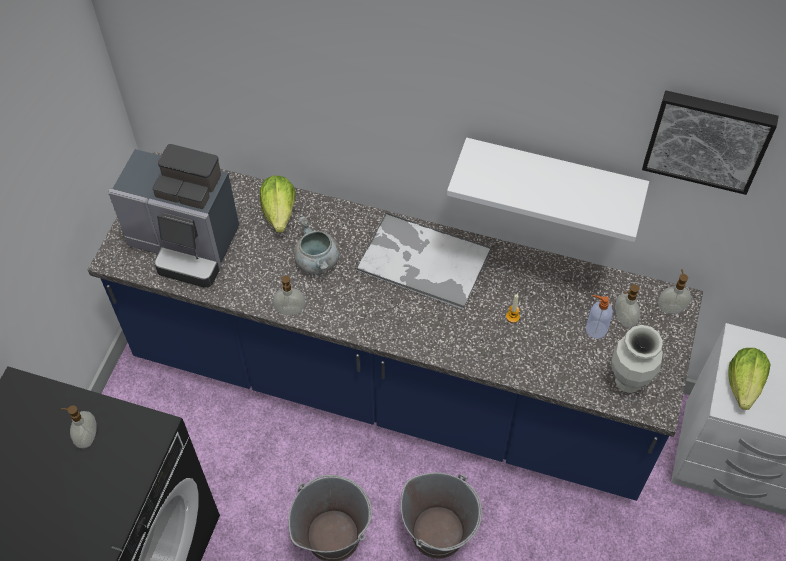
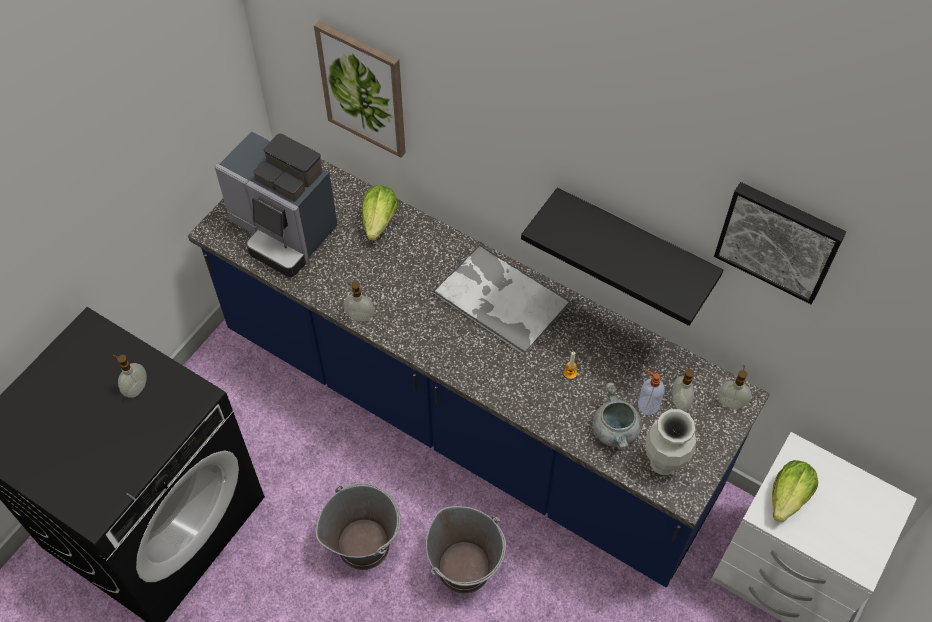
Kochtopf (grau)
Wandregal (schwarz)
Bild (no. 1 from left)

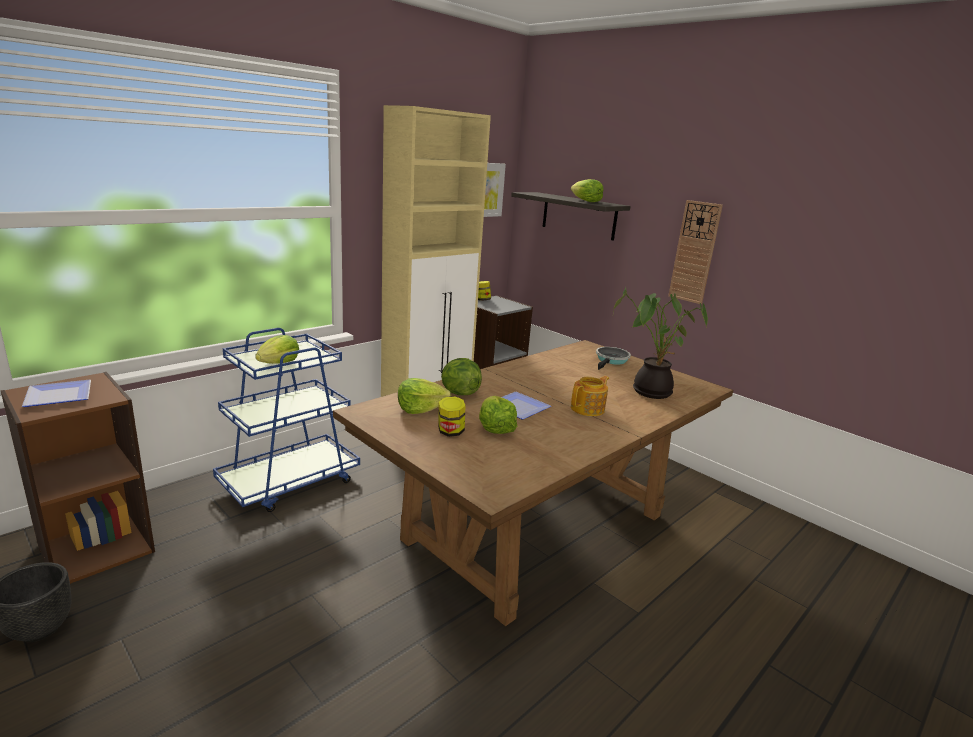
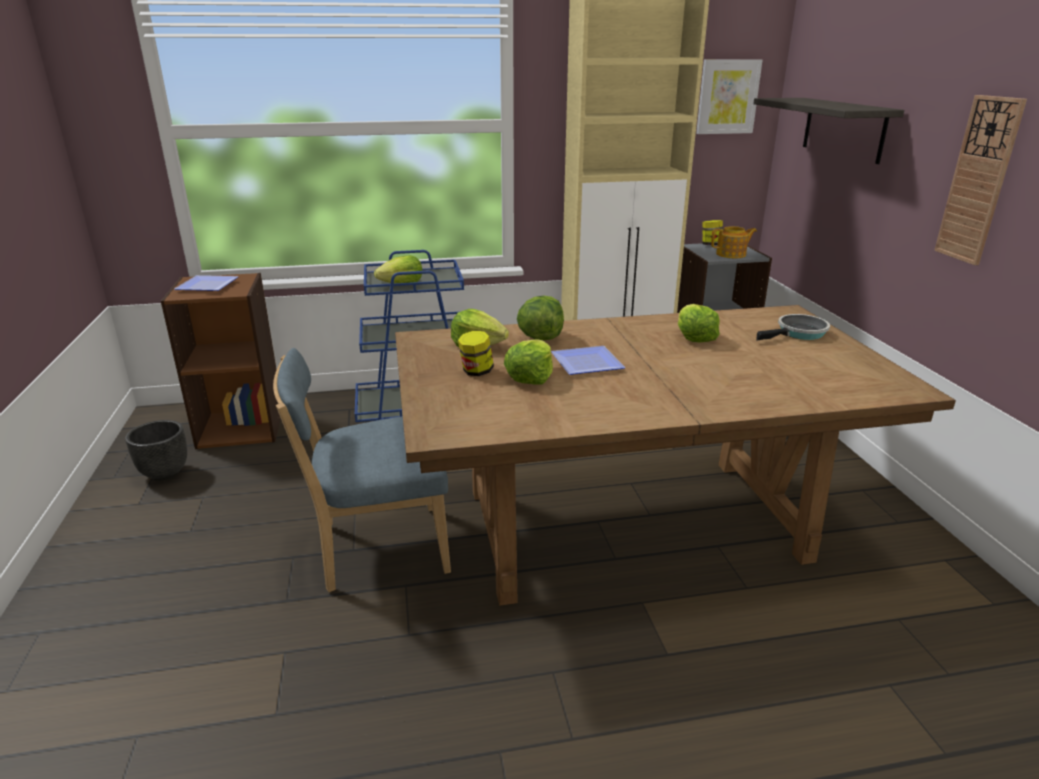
Salatkopf (no. 5 from left)
Teekanne
Topfpflanze
Stuhl (blau)

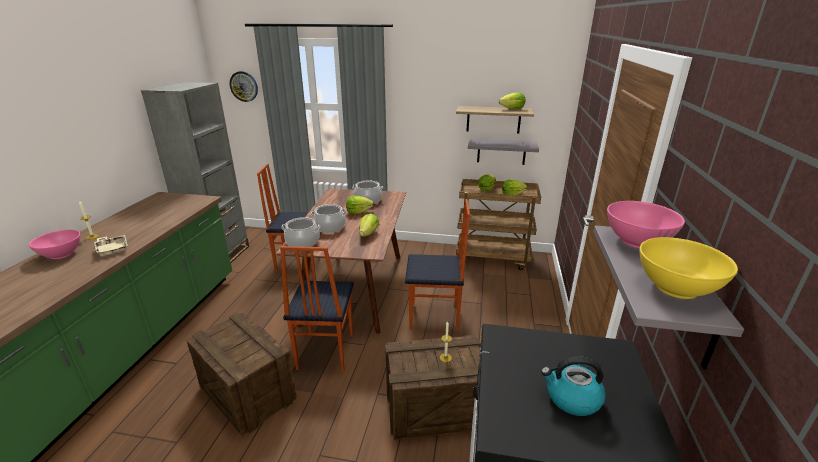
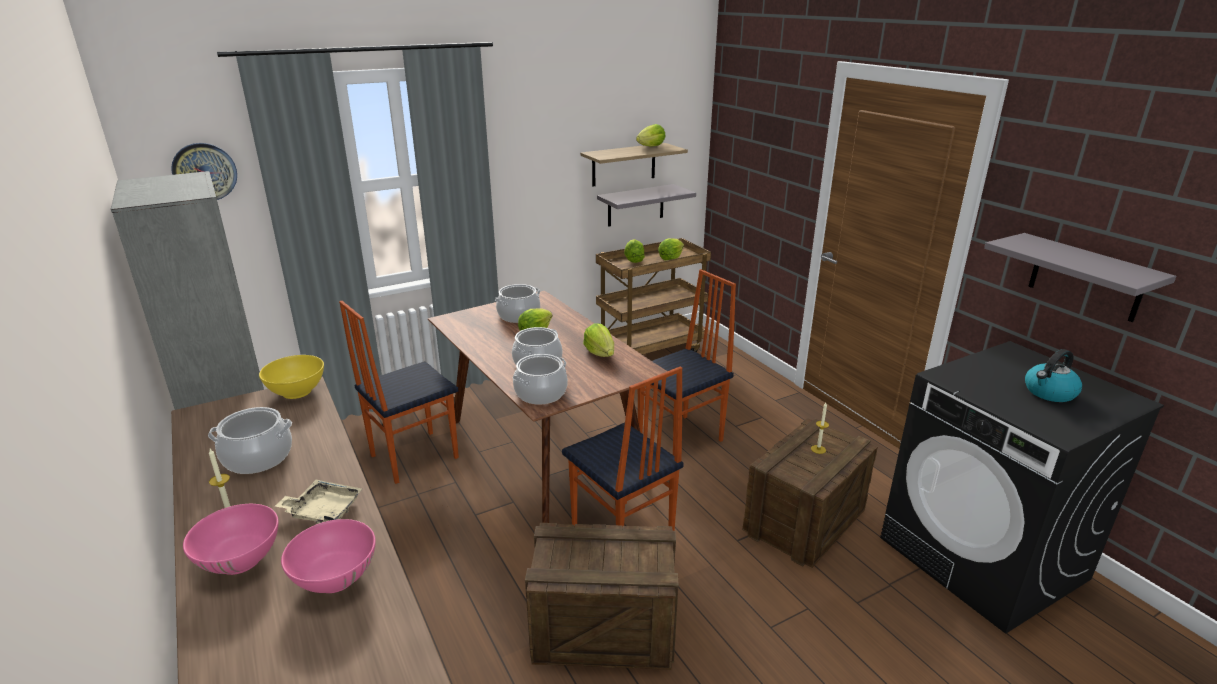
Schüssel (rosa) (no. 2 from left)
Schüssel (gelb)
Kochtopf (no. 1 from left)

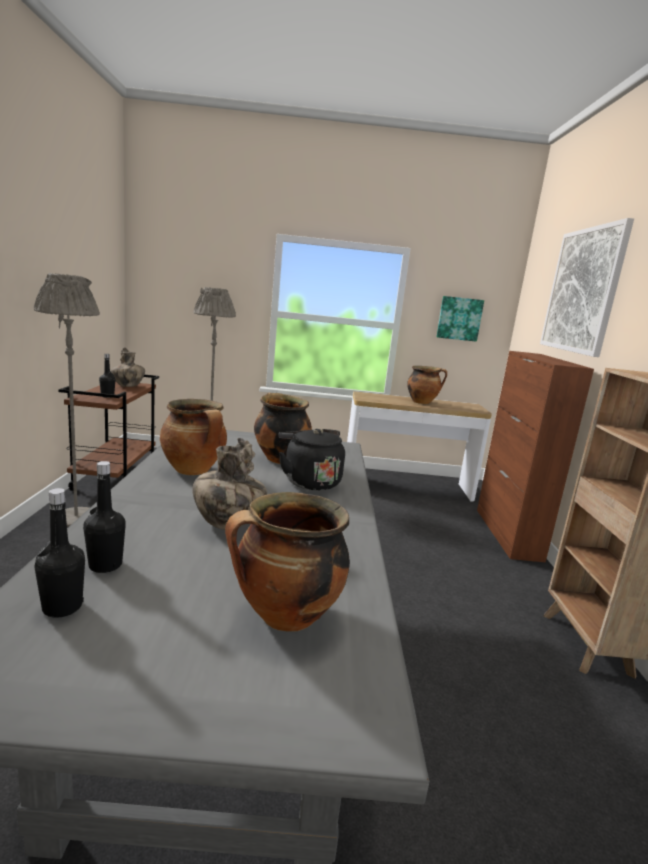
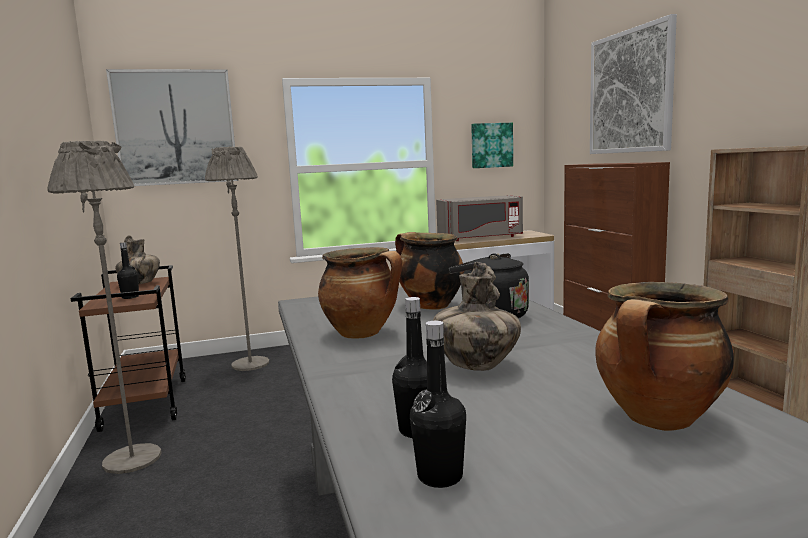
Mikrowelle (grau)
Bild (no. 1 from left)

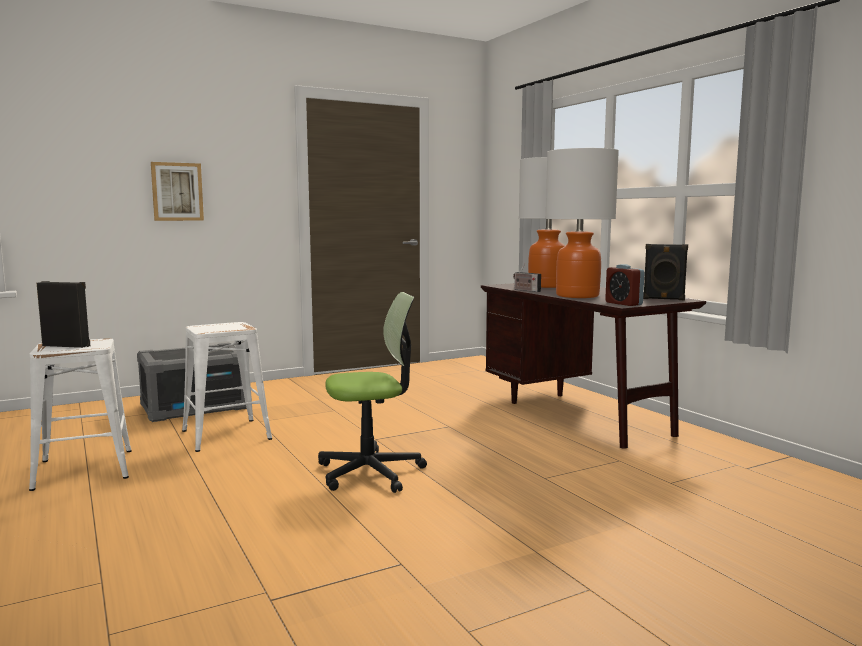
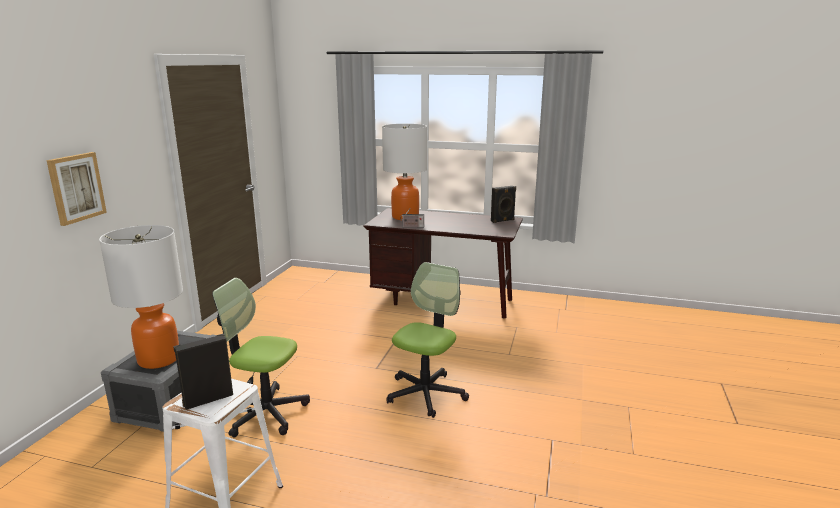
Bürostuhl (no. 1 from left)
Tischlampe (no. 1 from left)
Wecker

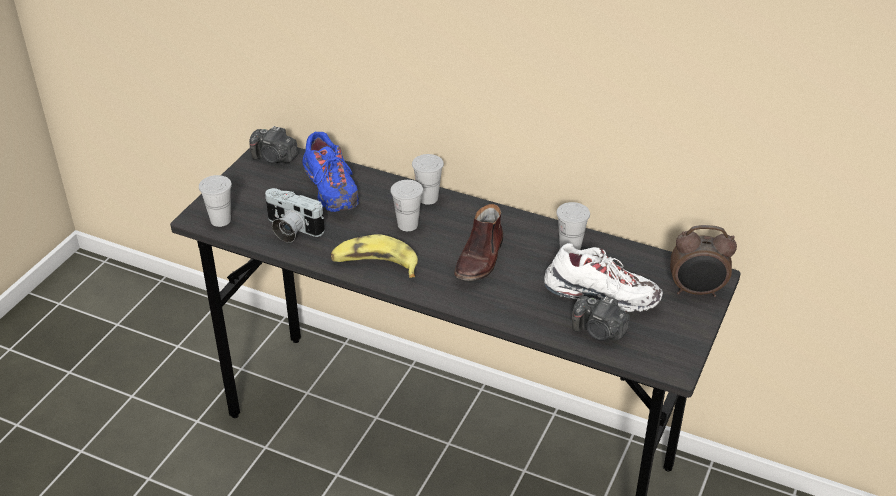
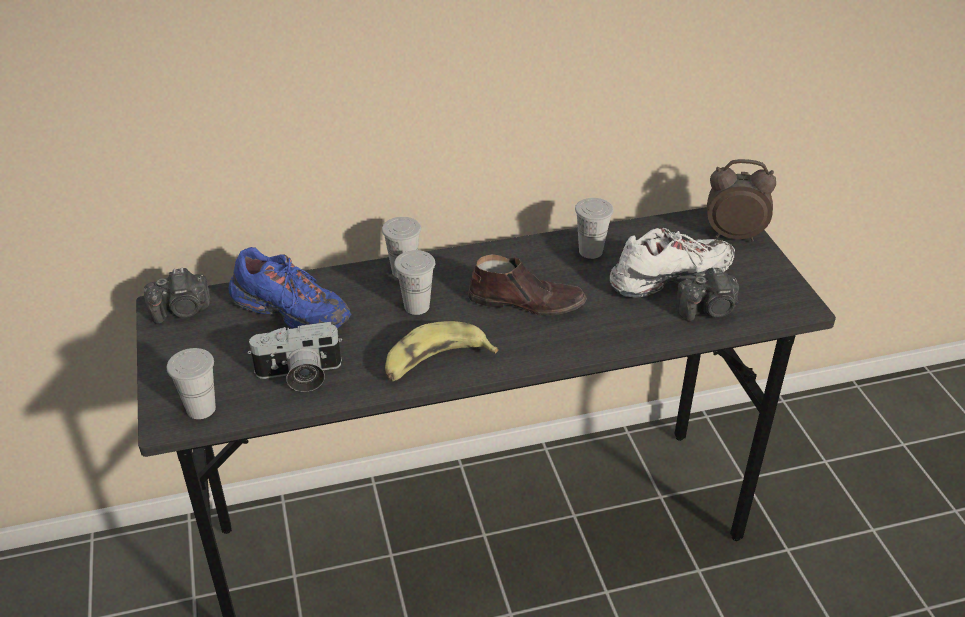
Schuh (braun)
Wecker

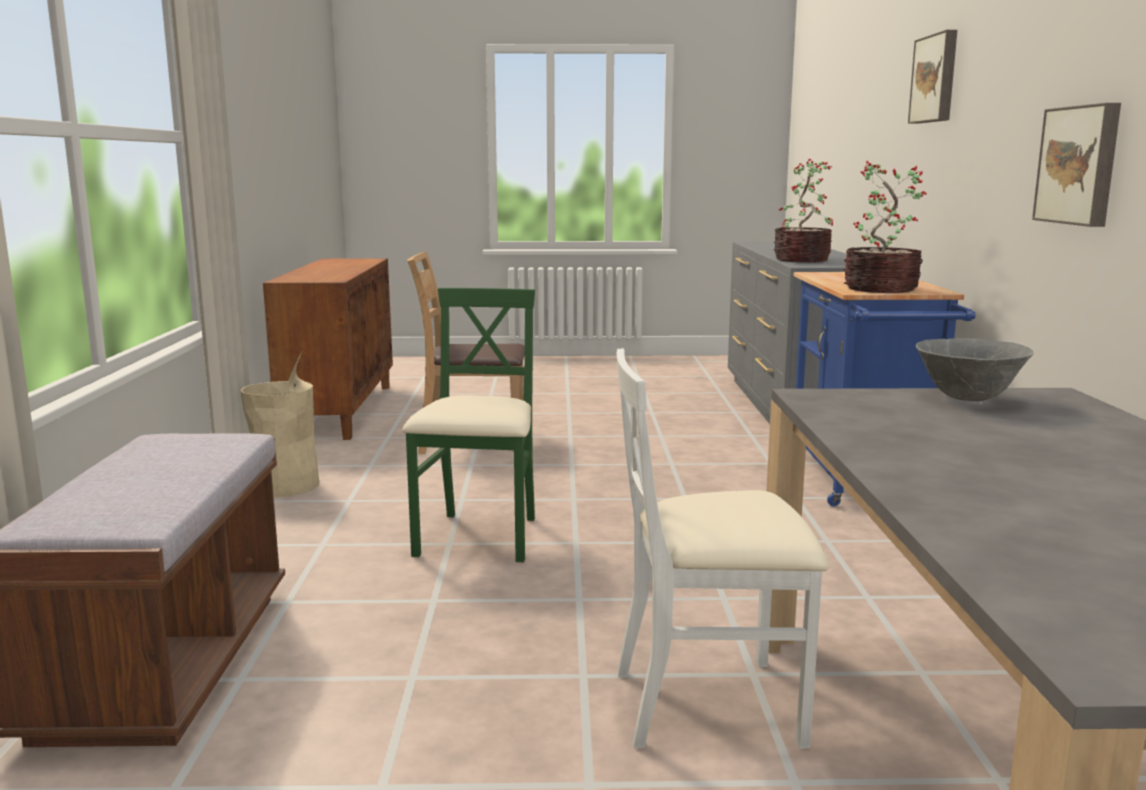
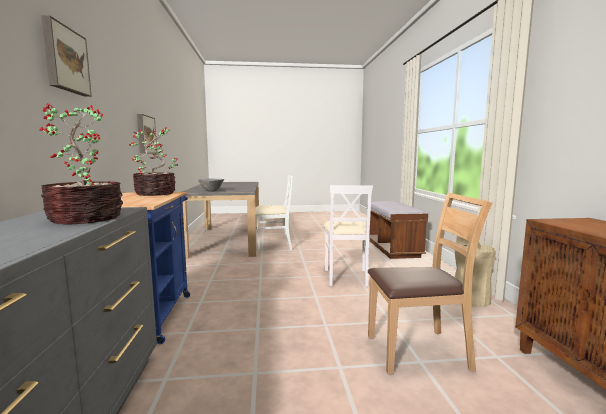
Stuhl (weiß) (no. 2 from left)

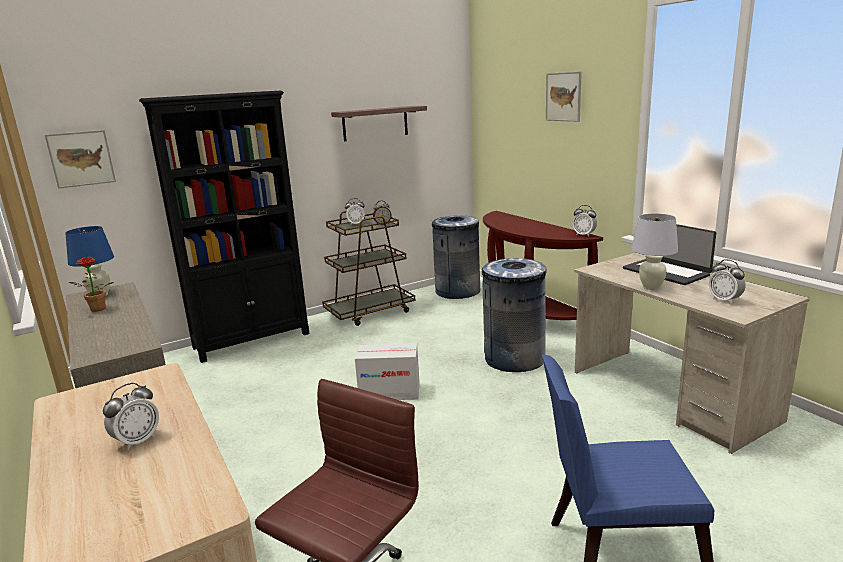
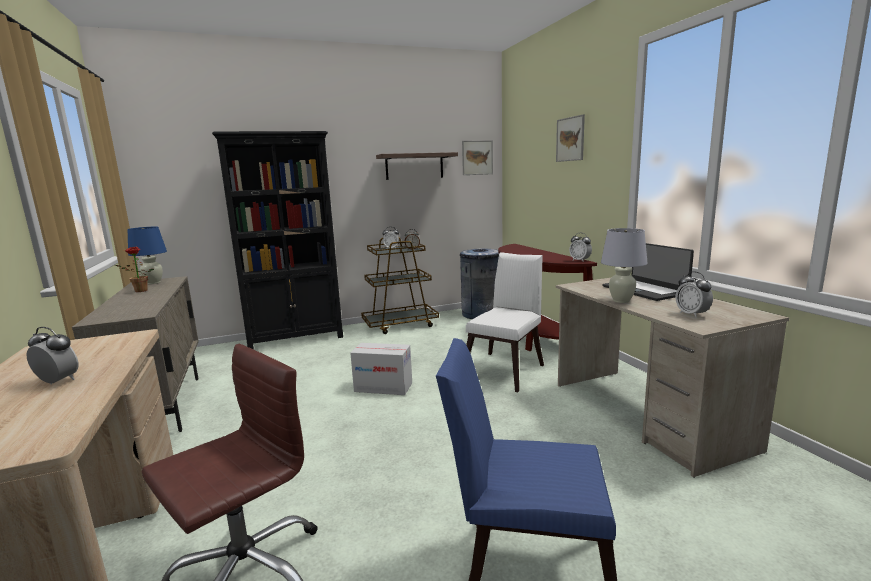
Bild (no. 1 from left)
Wecker (no. 1 from left)
Stuhl (weiß)

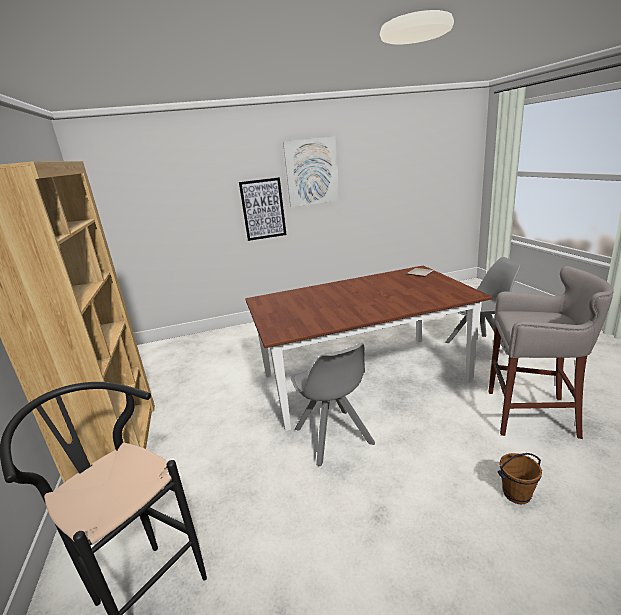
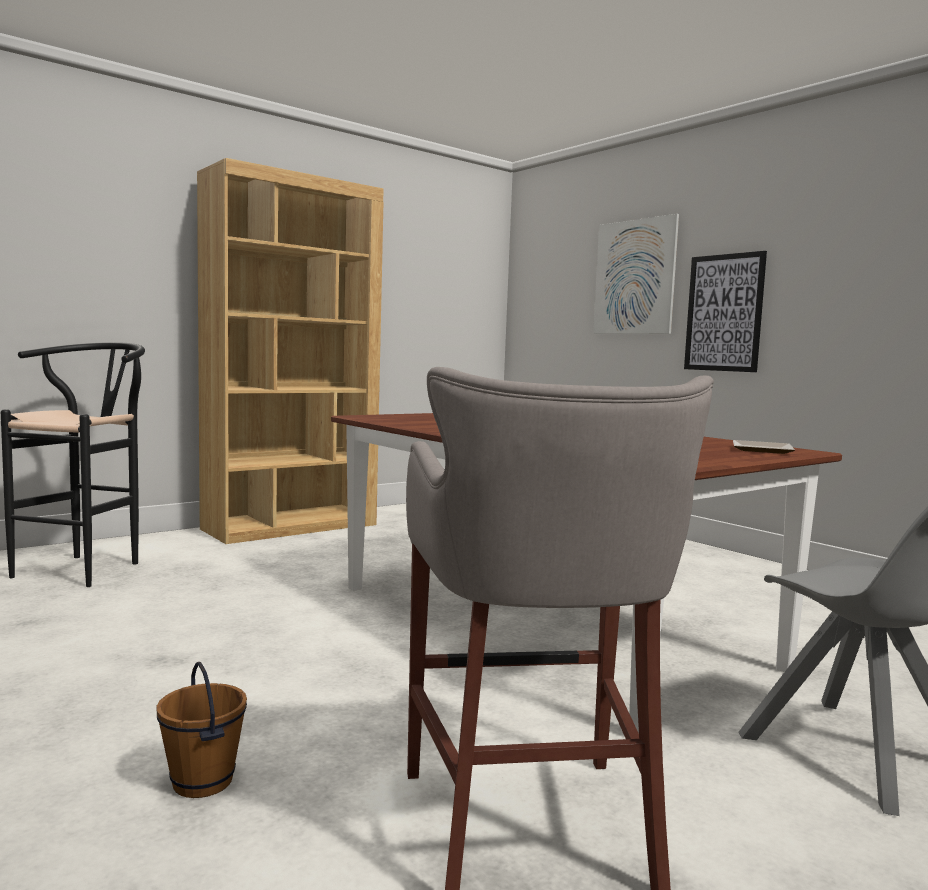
Bild (no. 1 from left)
Stuhl (grau) (no. 1 from left in the first image)

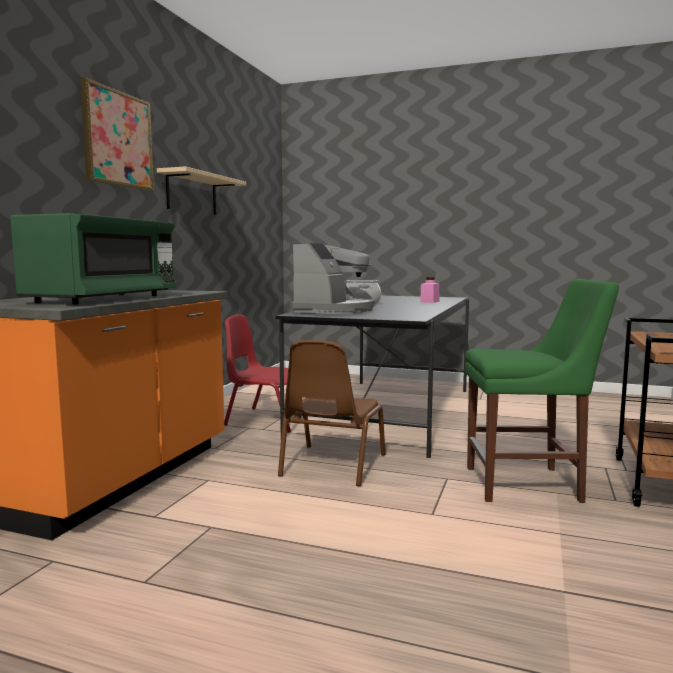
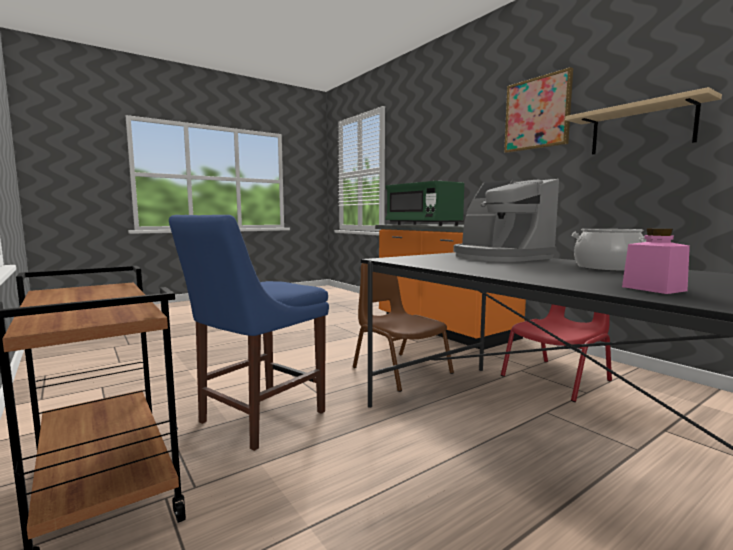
Stuhl (blau)

